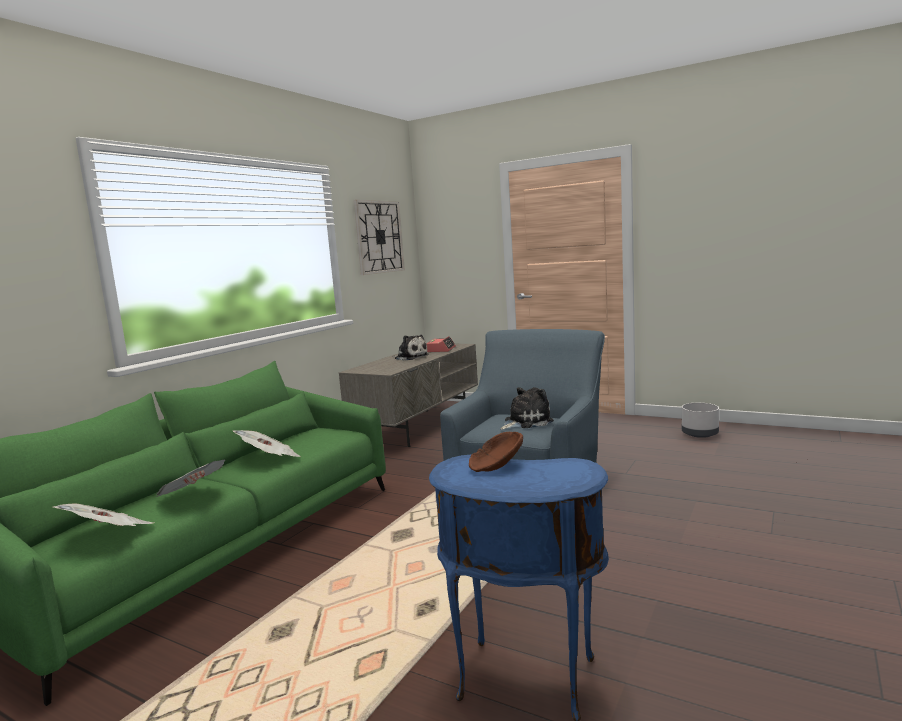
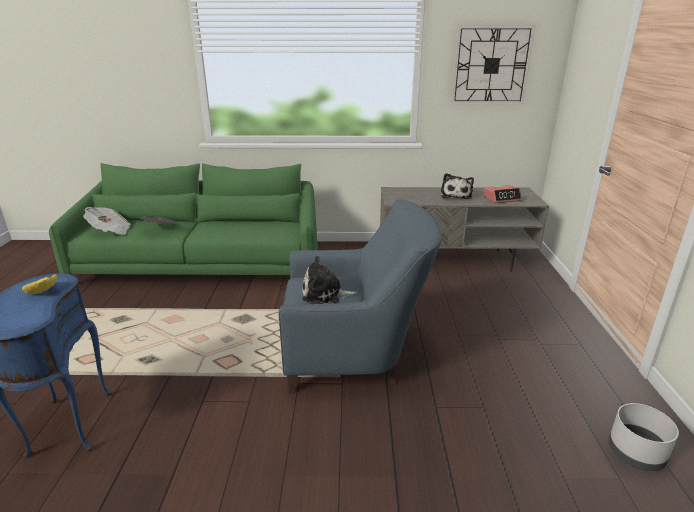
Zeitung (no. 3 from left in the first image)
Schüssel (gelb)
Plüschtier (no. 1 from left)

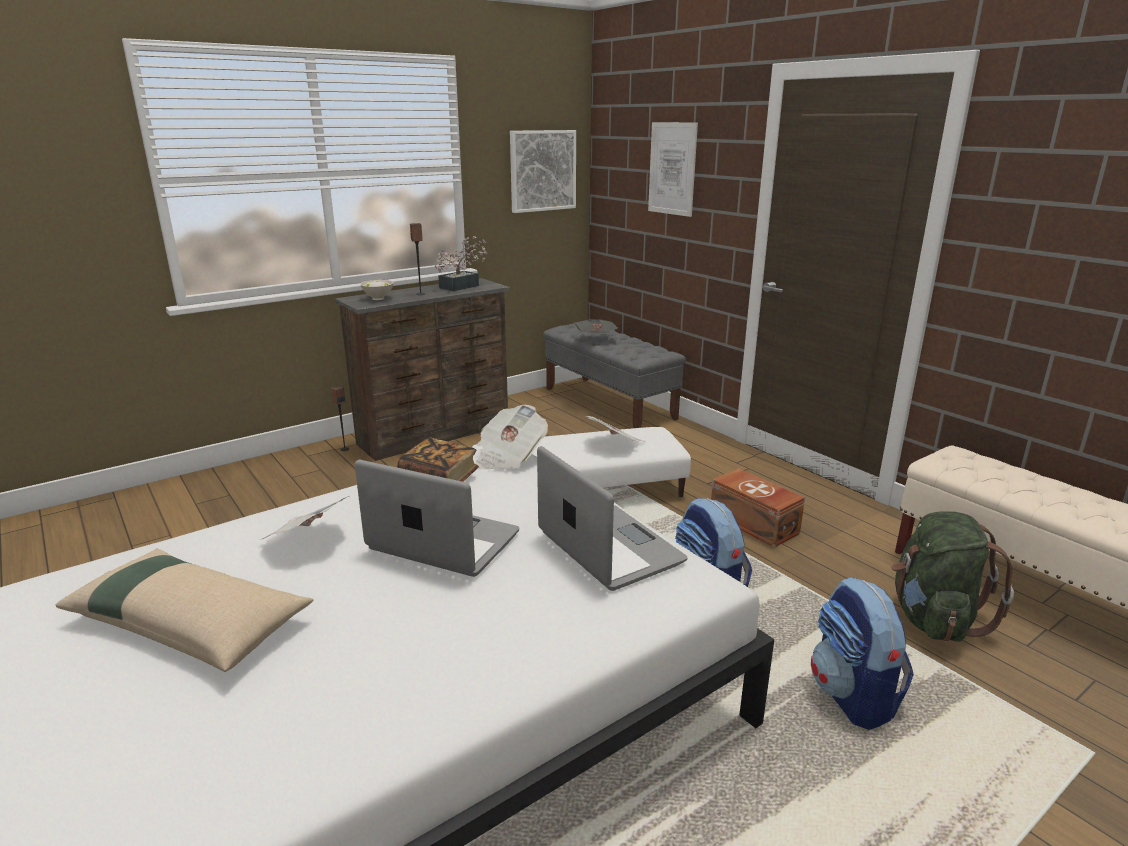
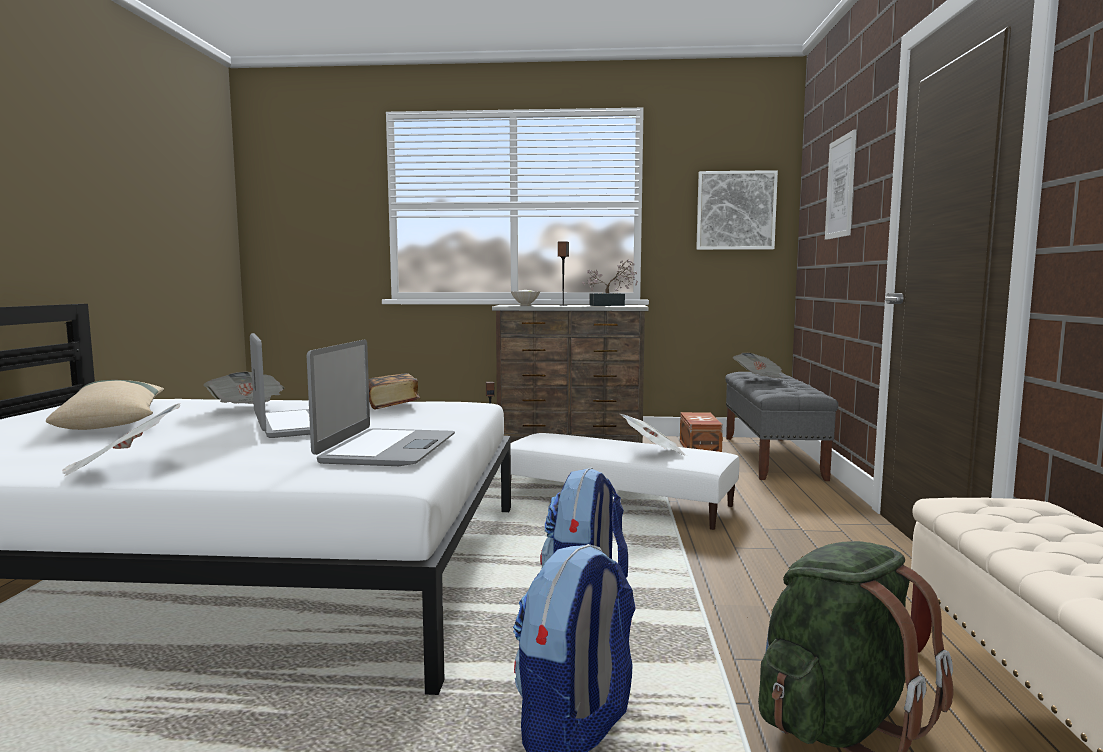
Zeitung (no. 1 from left)
Aufbewahrungsbox (braun)

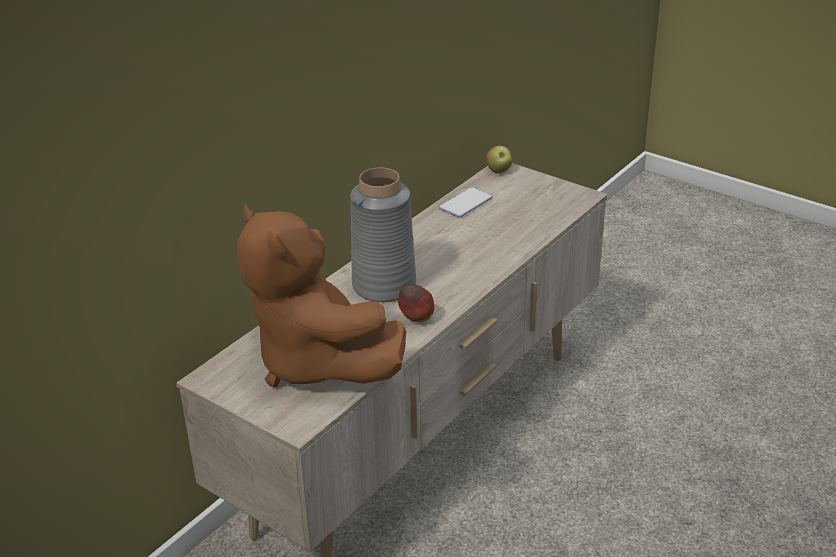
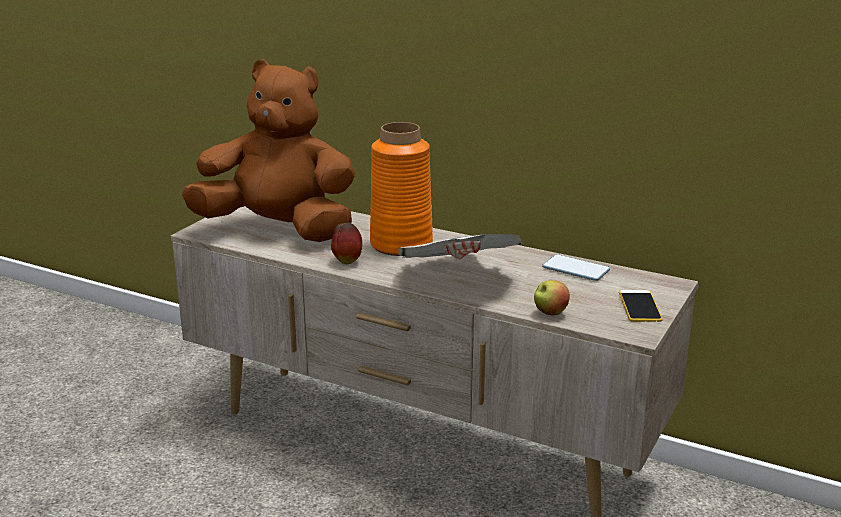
Plüschtier (braun)
Vase (orange)
Apfel (no. 2 from left)
Zeitung
Handy (no. 2 from left)

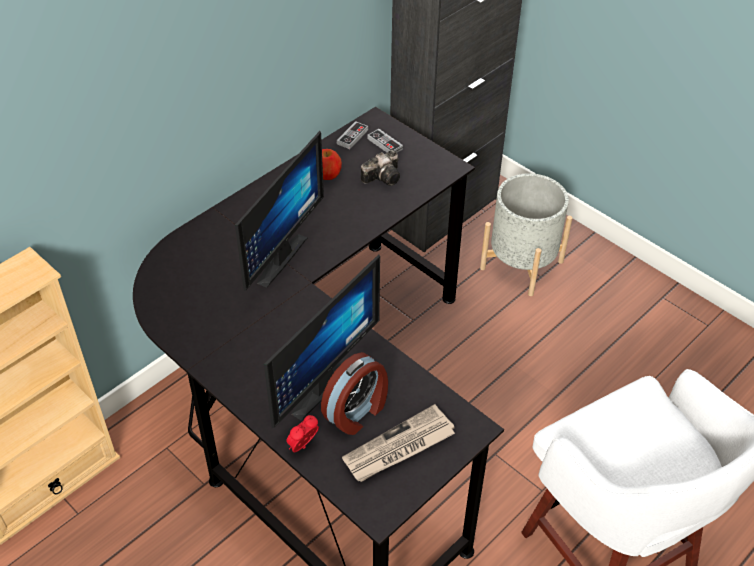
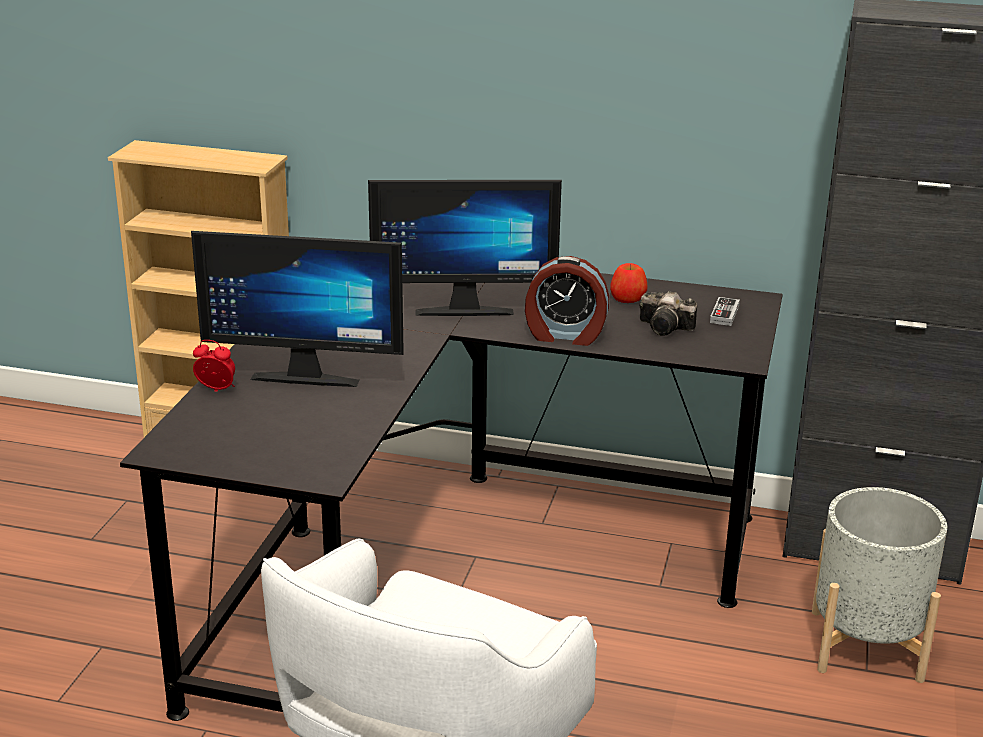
Wecker (no. 2 from left)
Gamepad (no. 1 from left in the first image)
Zeitung

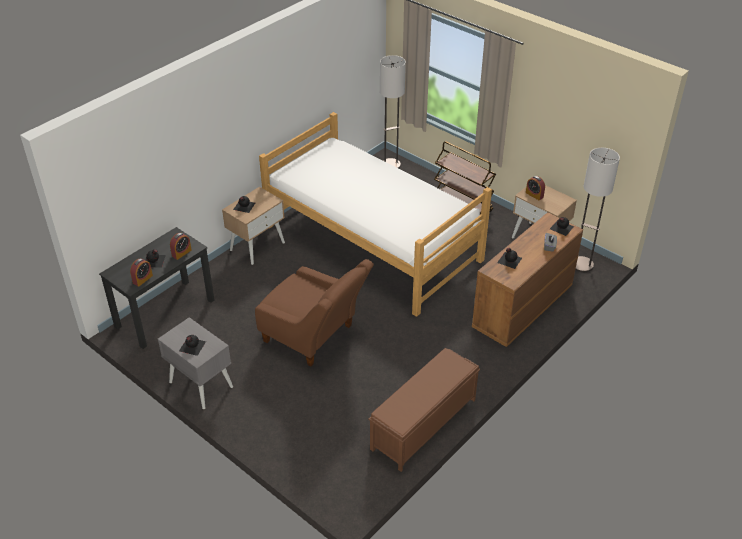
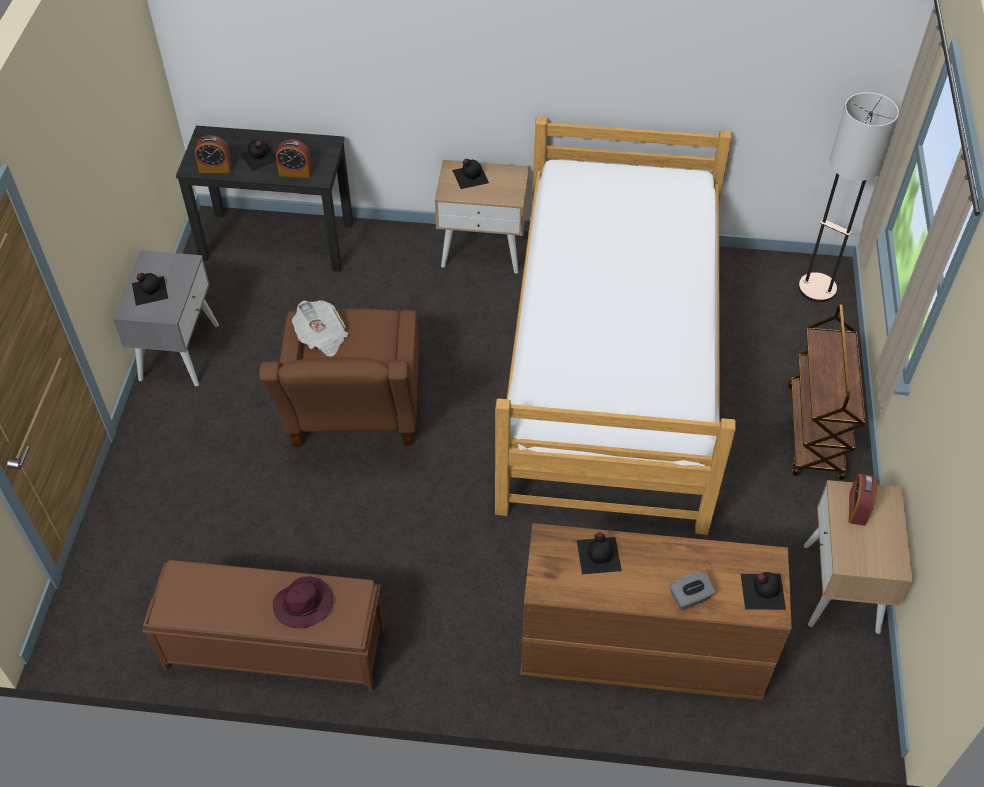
Stehlampe (no. 2 from left in the first image)
Hut (lila)
Zeitung

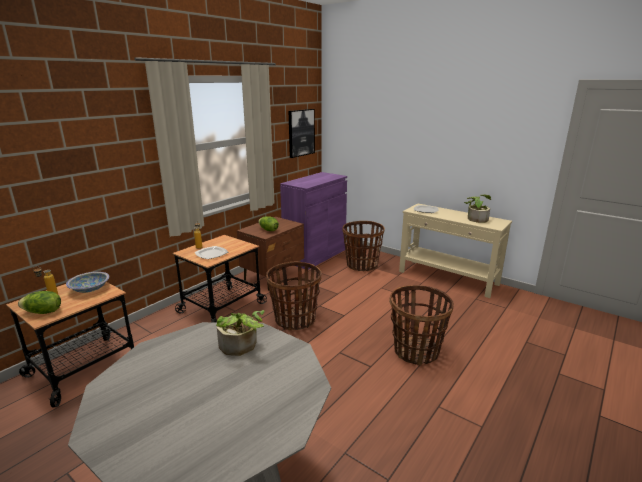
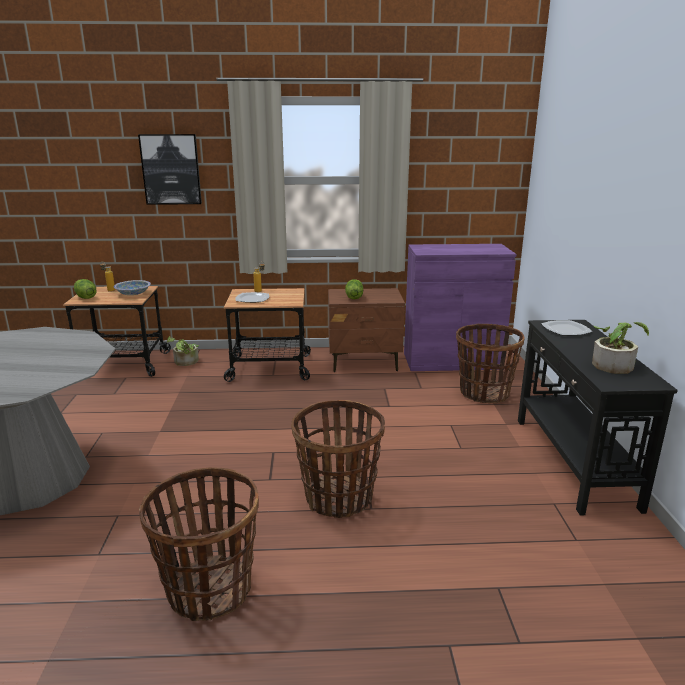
Topfpflanze (no. 1 from left)
Korb (no. 1 from left)
Bild
Konsolentisch (schwarz)

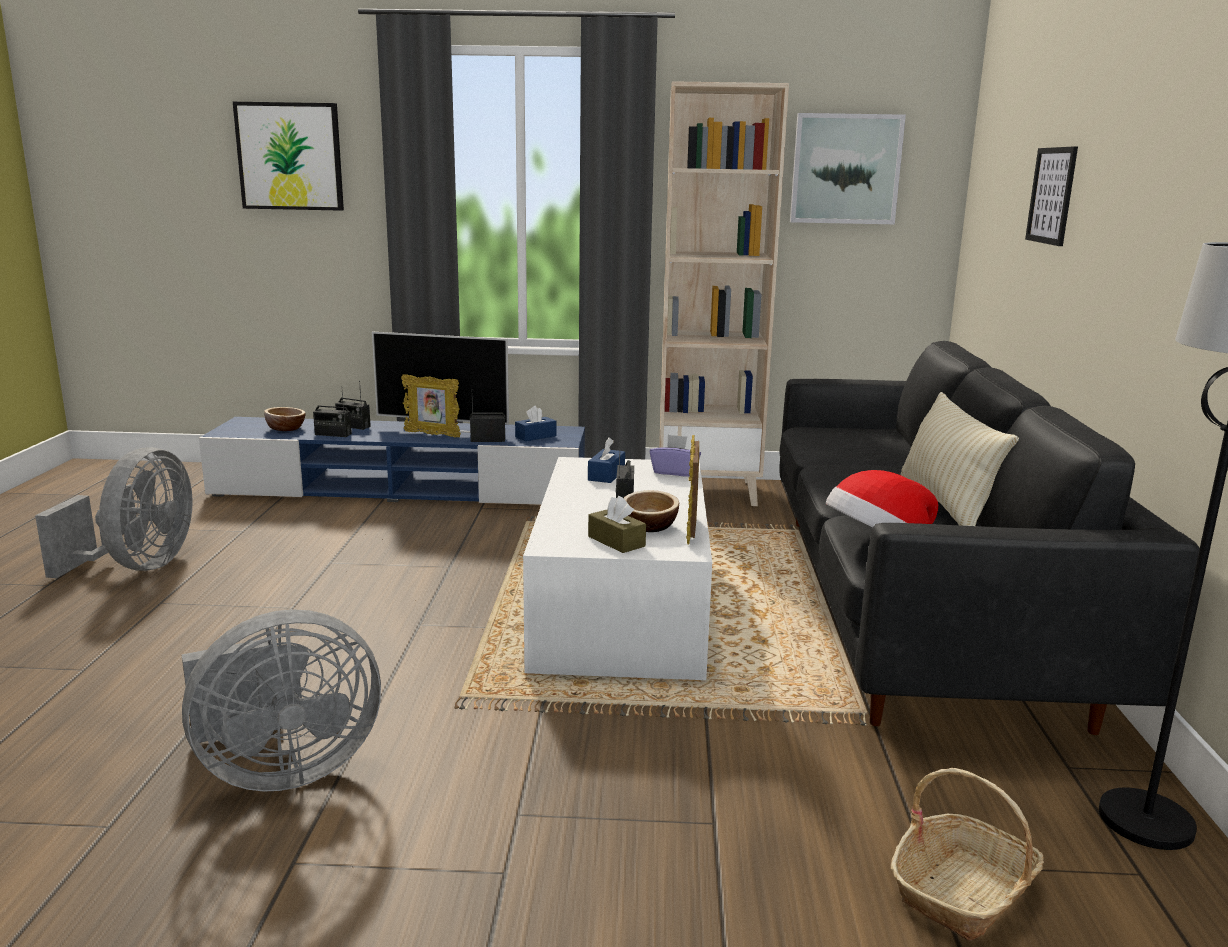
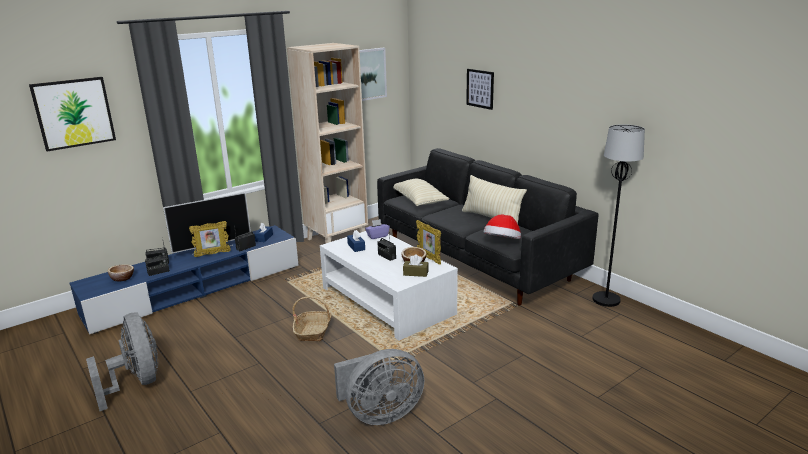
Ventilator (grau) (no. 2 from left)
Korb
Kissen (beige) (no. 1 from left)

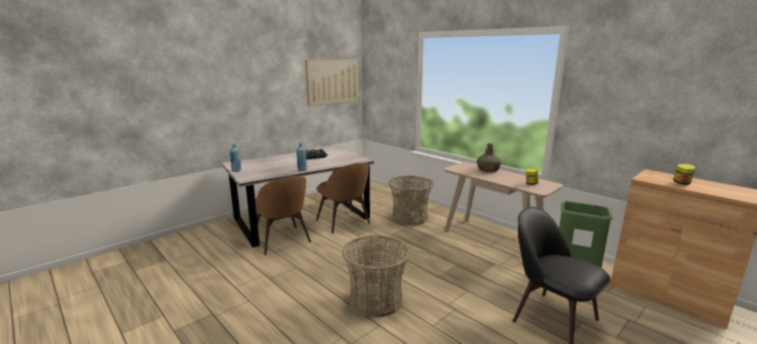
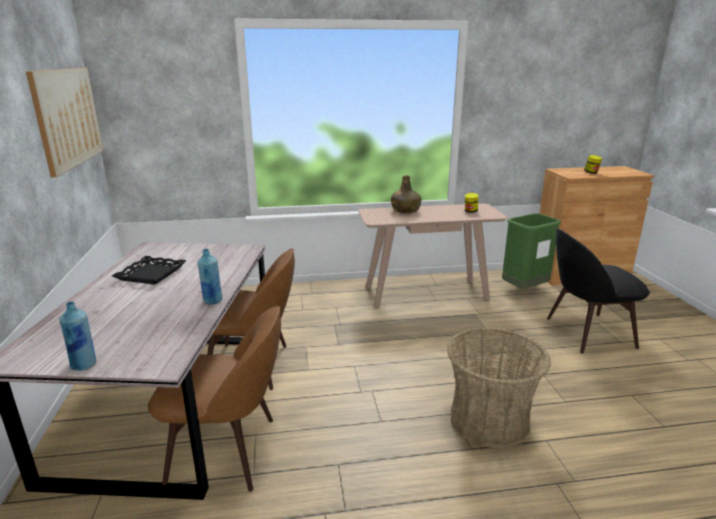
Korb (no. 2 from left in the first image)

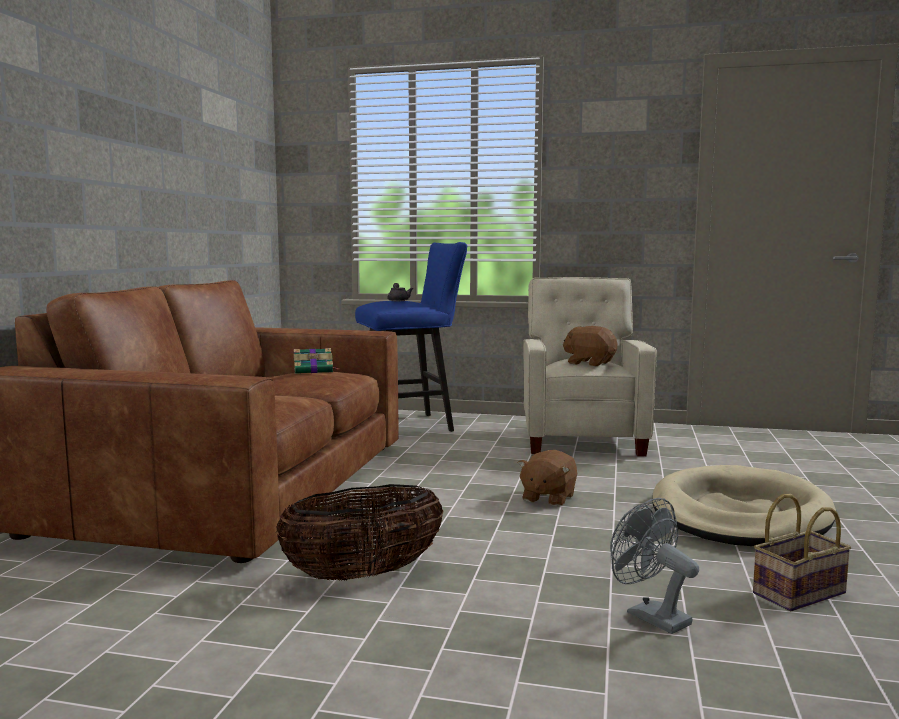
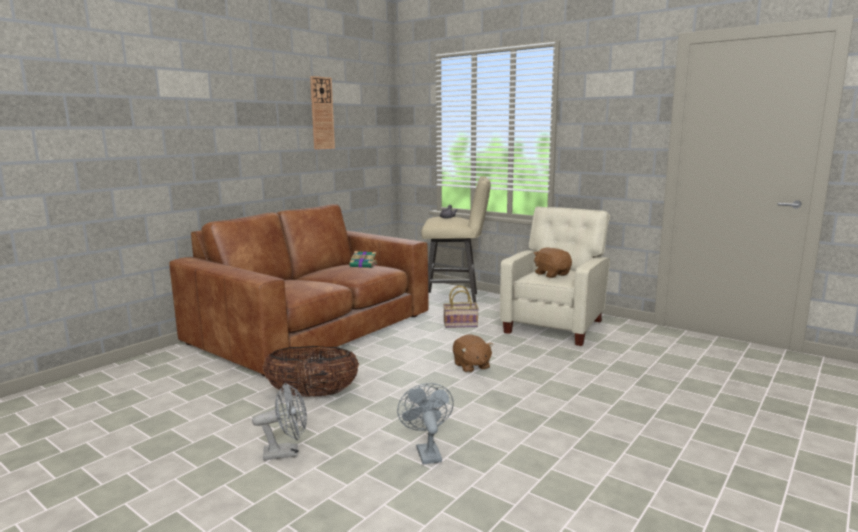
Hocker (beige)
Plüschtier (braun) (no. 1 from left)
Hundebett (beige)
Korb (no. 2 from left)
Ventilator (grau) (no. 1 from left)
Wanduhr

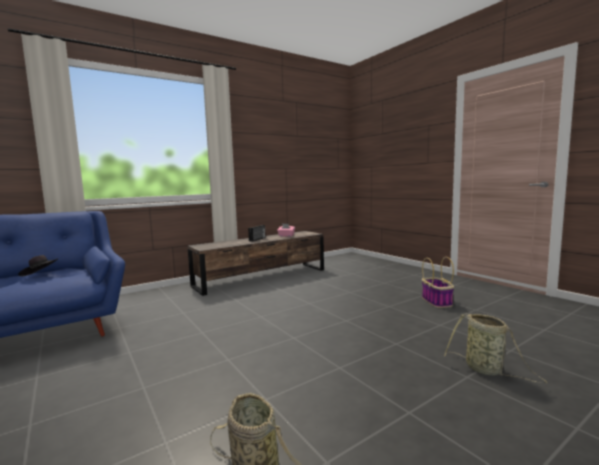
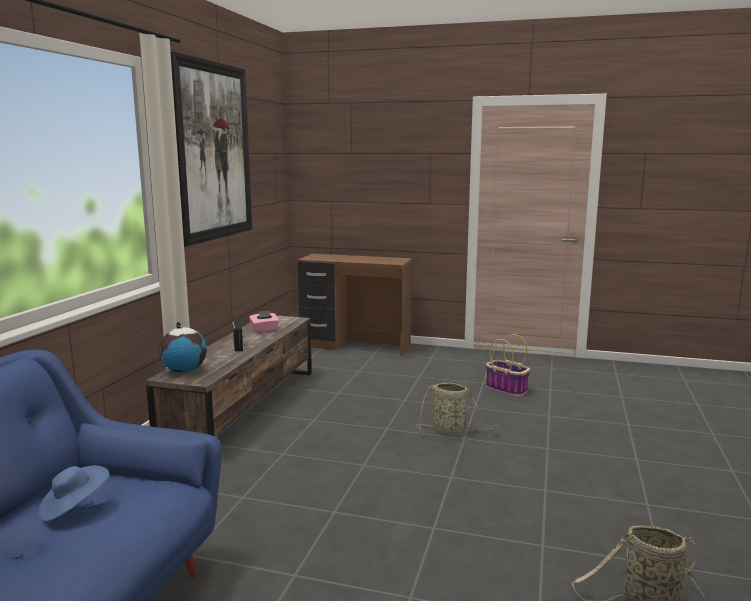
Hut (blau)
Korb (no. 1 from left)
Globus
Bild
Schreibtisch (braun)

